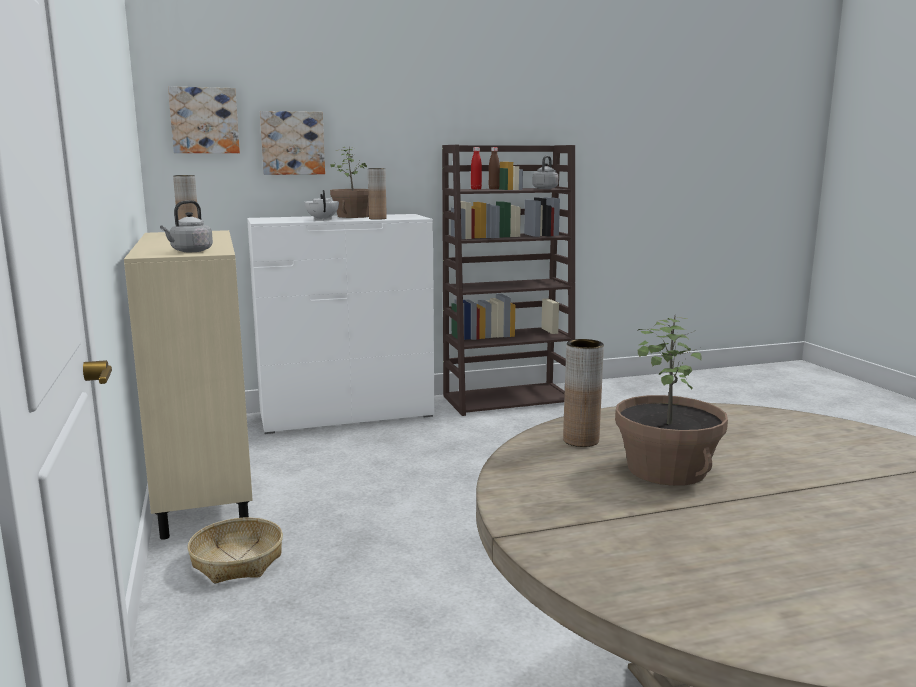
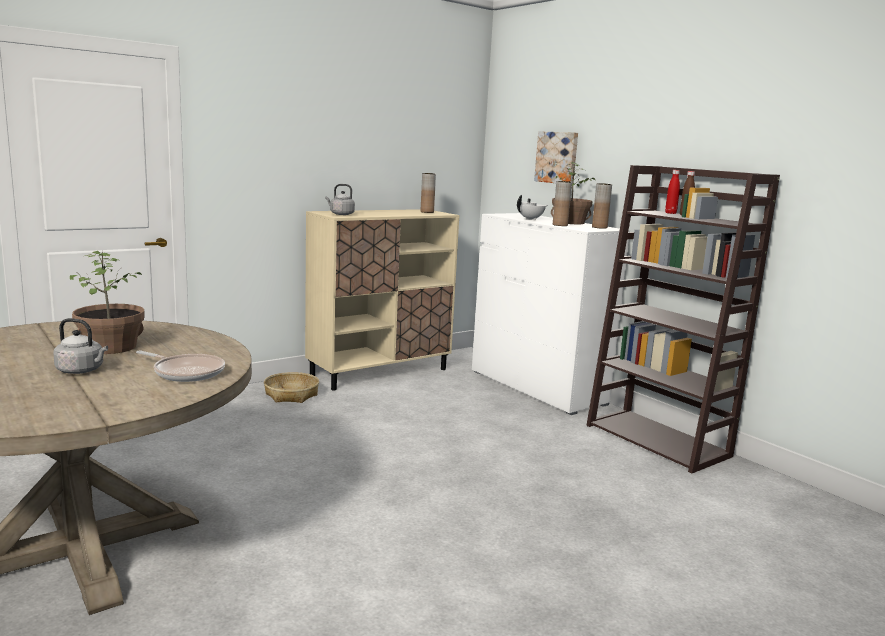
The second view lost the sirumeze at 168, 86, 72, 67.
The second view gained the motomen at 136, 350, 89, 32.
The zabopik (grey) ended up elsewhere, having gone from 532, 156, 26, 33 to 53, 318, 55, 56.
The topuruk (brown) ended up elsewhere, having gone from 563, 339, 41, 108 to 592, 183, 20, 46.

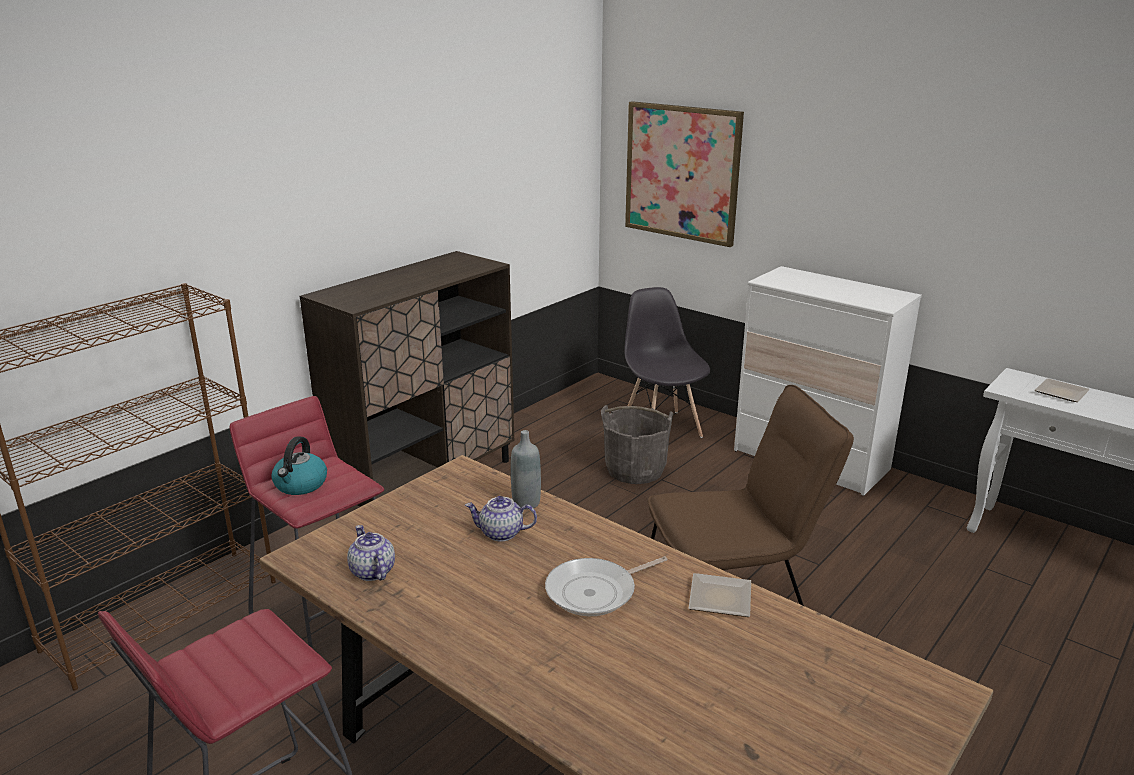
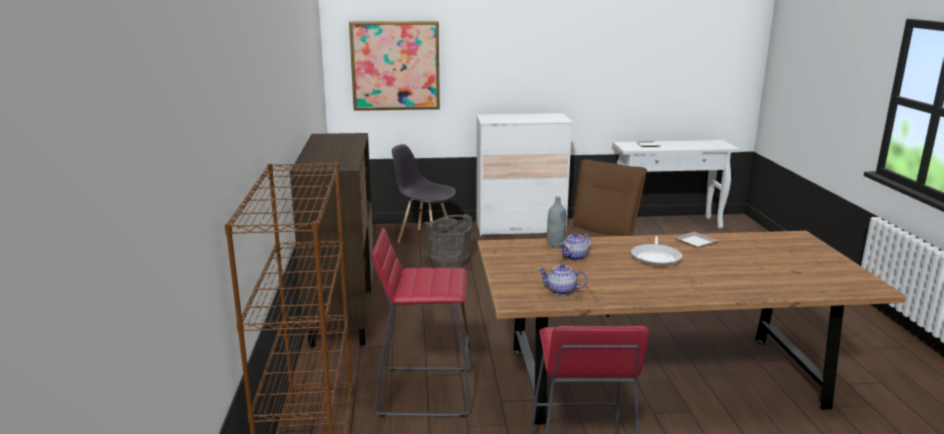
The second view lost the zabopik at 271, 436, 56, 59.

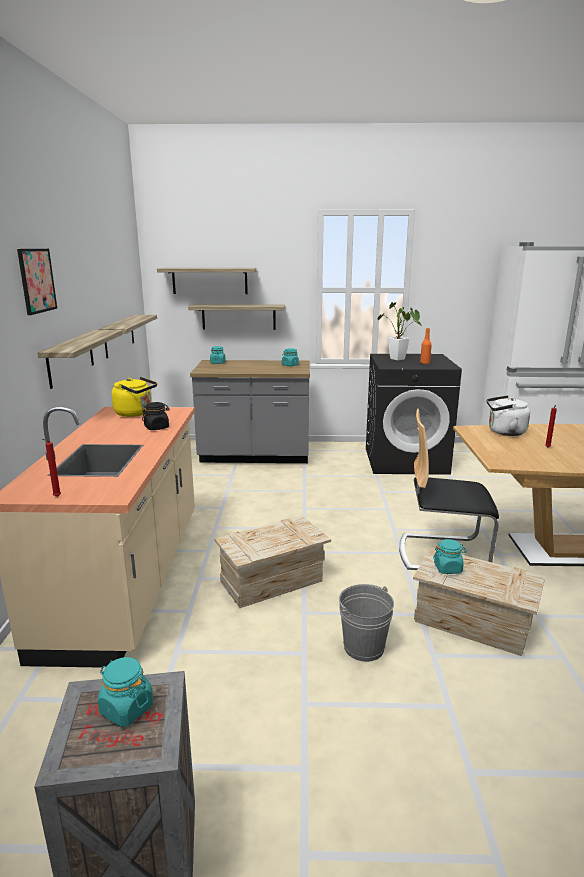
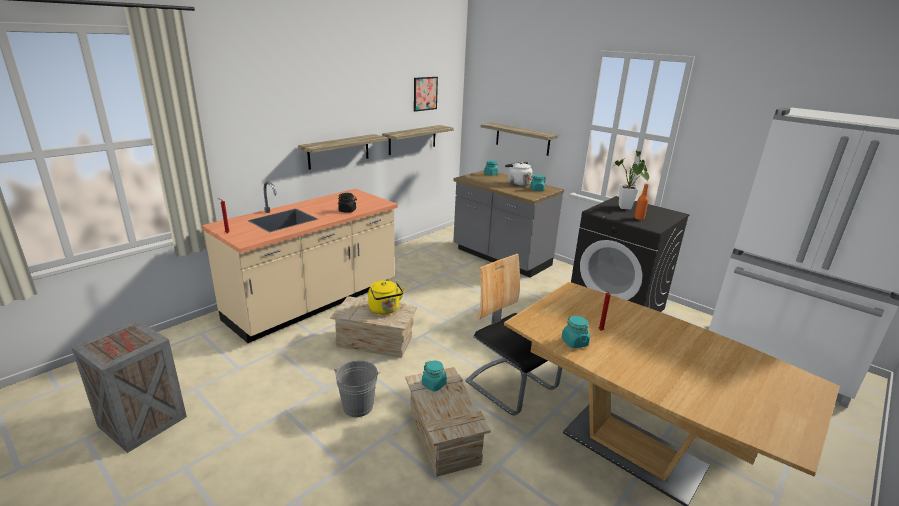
The second view lost the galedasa at 157, 268, 100, 26.
The sirumeze ended up elsewhere, having gone from 17, 249, 40, 66 to 414, 77, 24, 35.
The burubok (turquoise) ended up elsewhere, having gone from 98, 657, 55, 70 to 561, 316, 29, 32.
The zabopik (yellow) ended up elsewhere, having gone from 112, 377, 45, 40 to 368, 280, 37, 34.
The zabopik (white) ended up elsewhere, having gone from 487, 395, 43, 41 to 505, 162, 27, 24.

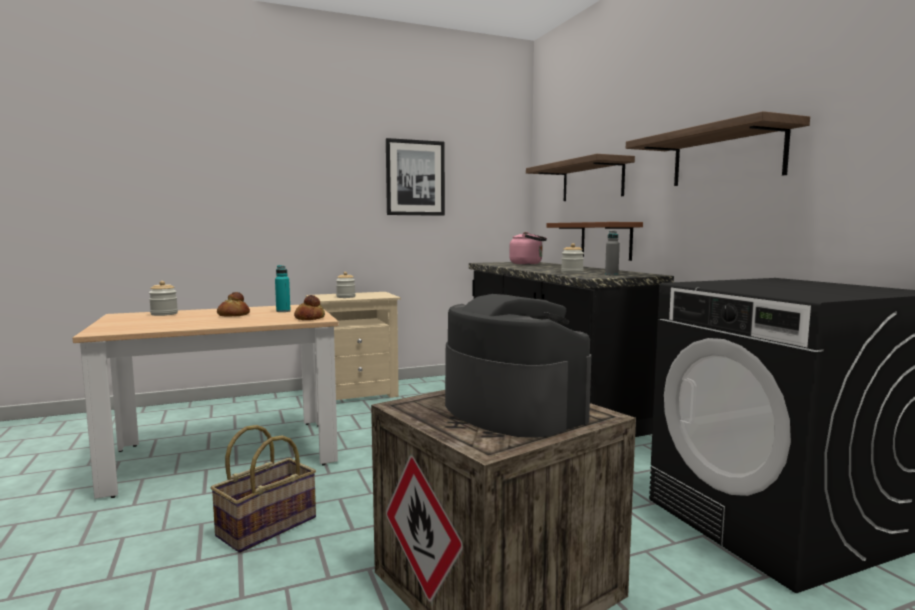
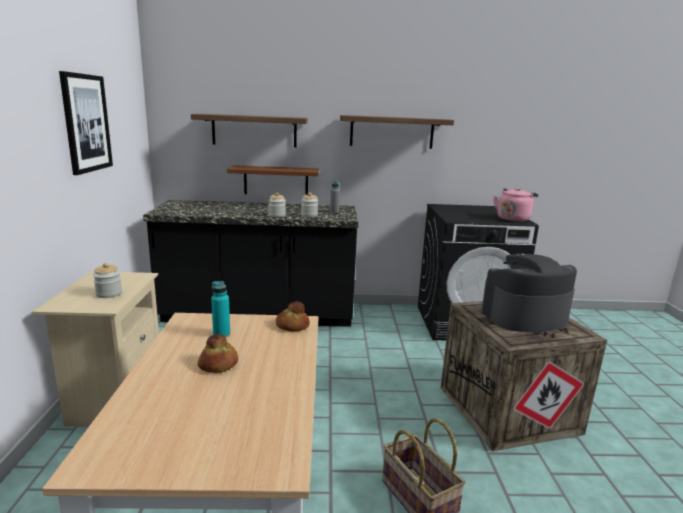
The burubok ended up elsewhere, having gone from 149, 281, 29, 35 to 268, 193, 18, 24.
The zabopik (pink) ended up elsewhere, having gone from 509, 232, 38, 32 to 493, 188, 45, 34.

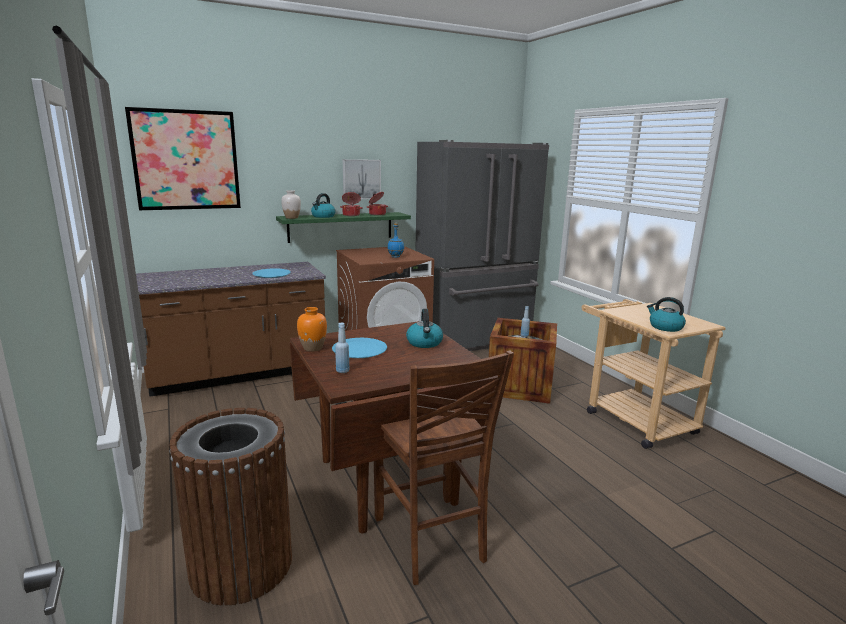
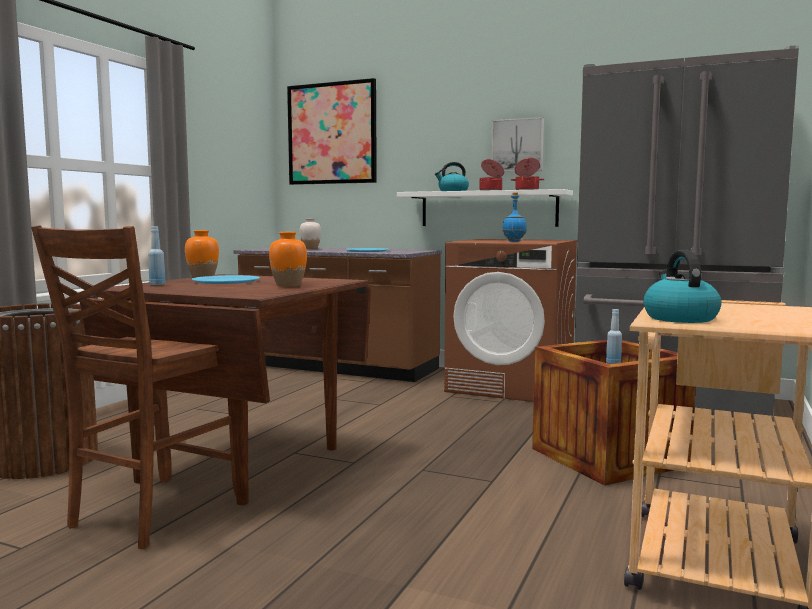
The topuruk (white) ended up elsewhere, having gone from 281, 190, 20, 29 to 300, 218, 21, 31.
Where the zabopik stood at 406, 309, 37, 39, the topuruk (orange) came to stand at 269, 232, 38, 55.
What was the galedasa (green) at 276, 212, 135, 31 turned into the galedasa (white) at 397, 189, 176, 38.

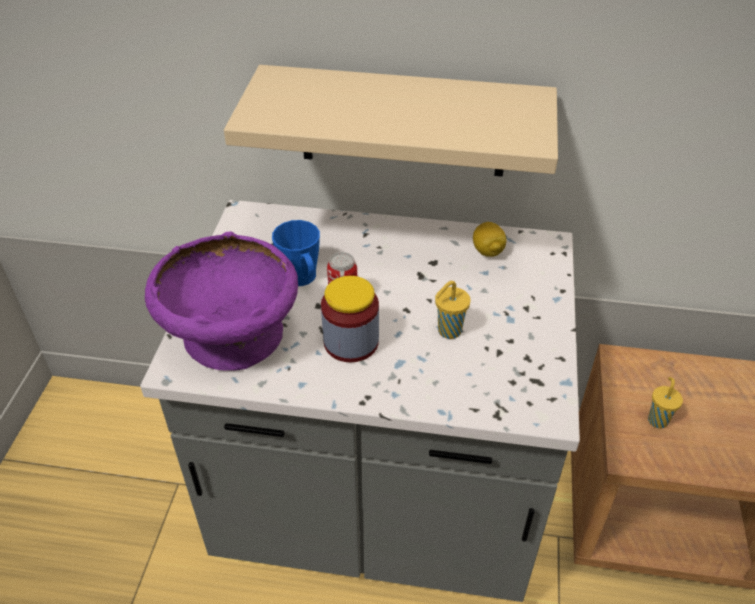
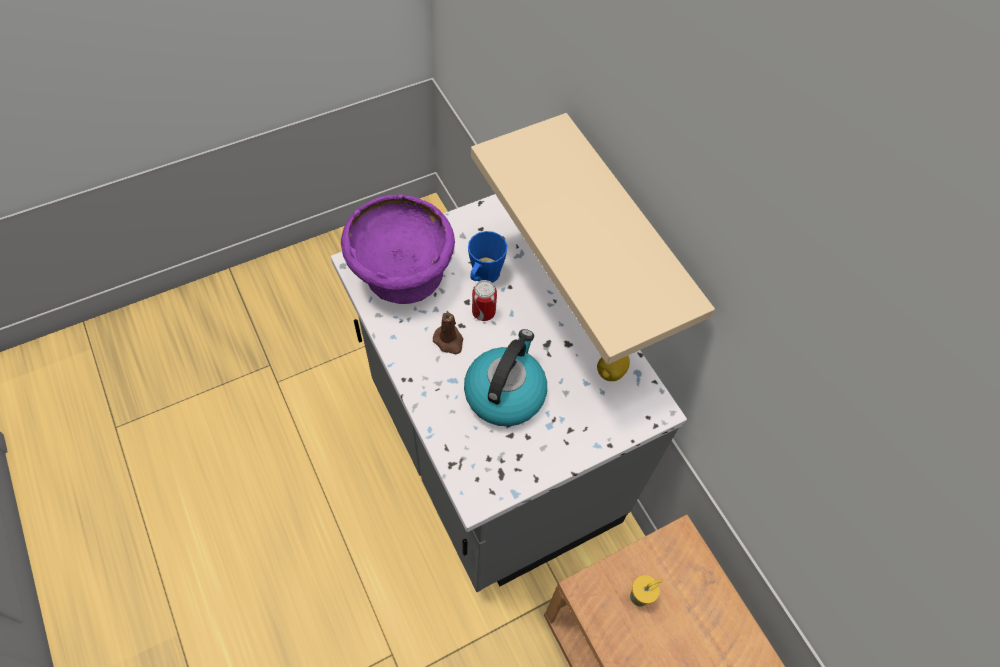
Where the burubok stood at 321, 276, 58, 86, the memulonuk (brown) came to stand at 433, 311, 31, 43.
Where the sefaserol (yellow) stood at 435, 281, 36, 58, the zabopik came to stand at 464, 329, 83, 97.

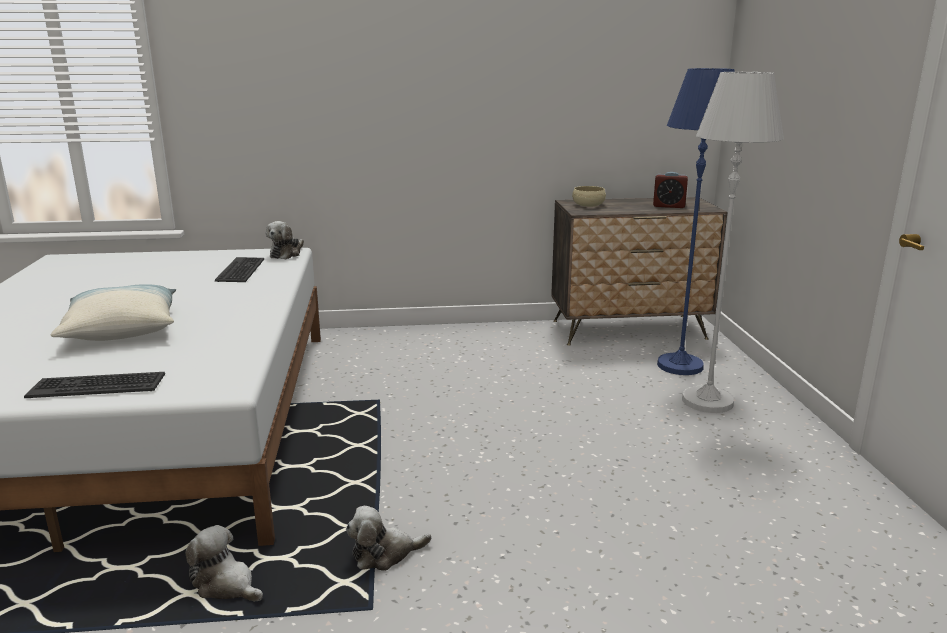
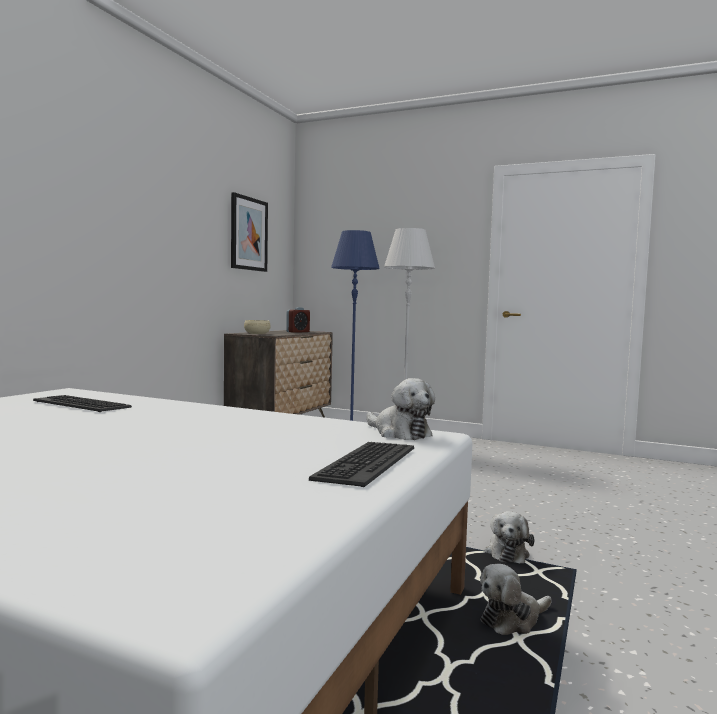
The second view lost the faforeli at 51, 284, 125, 57.
The second view gained the sirumeze at 231, 192, 37, 80.
The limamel ended up elsewhere, having gone from 266, 221, 38, 38 to 366, 378, 69, 62.

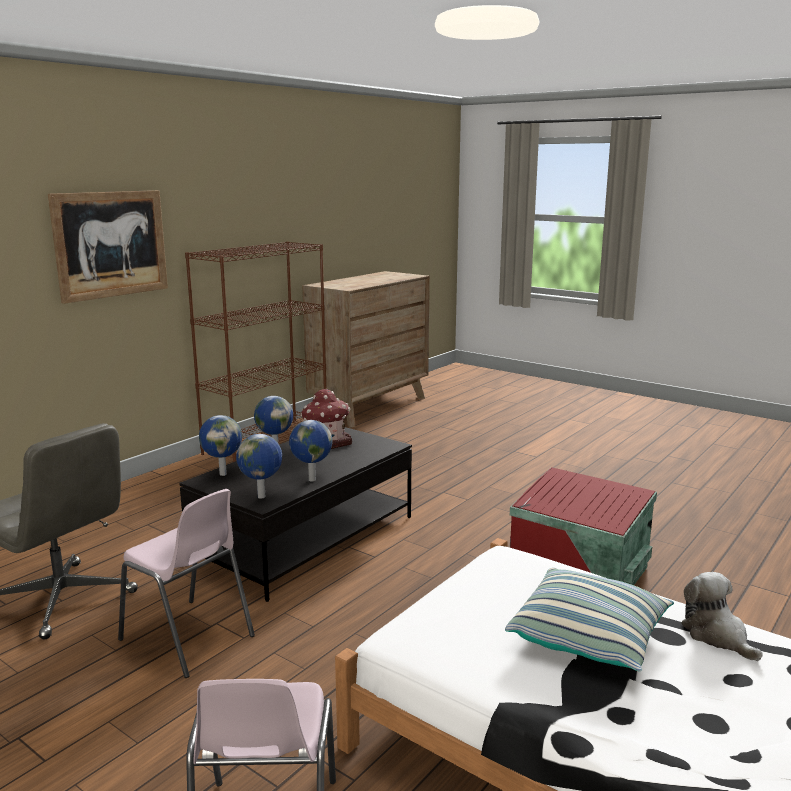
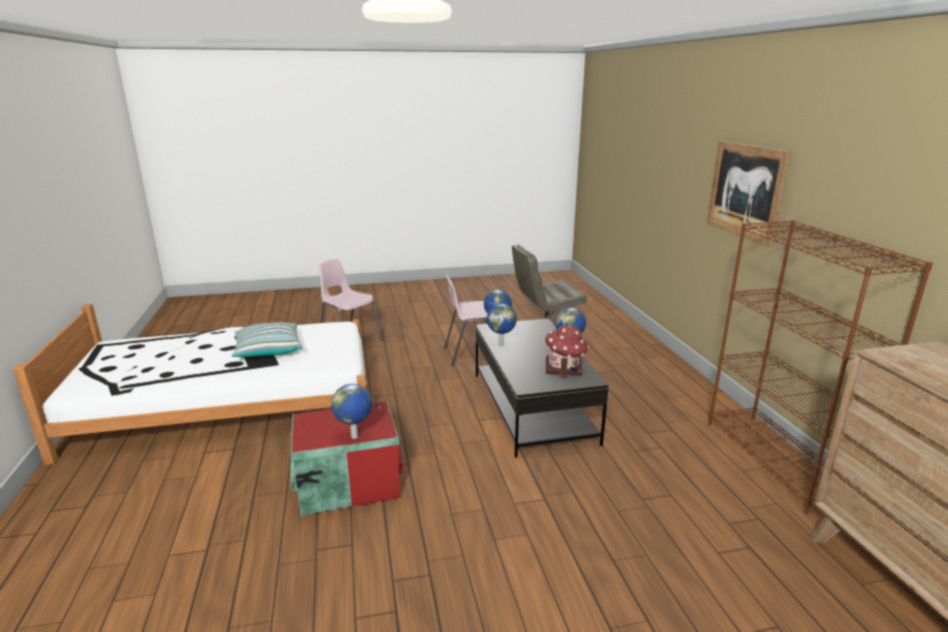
The second view lost the limamel at 681, 572, 82, 89.
The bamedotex ended up elsewhere, having gone from 199, 415, 43, 61 to 331, 384, 41, 55.

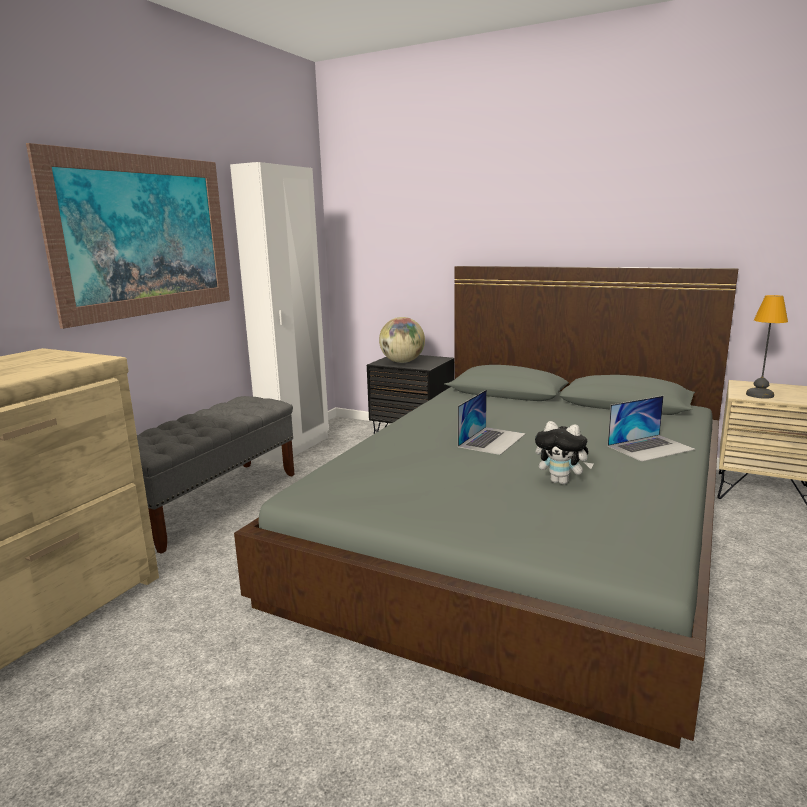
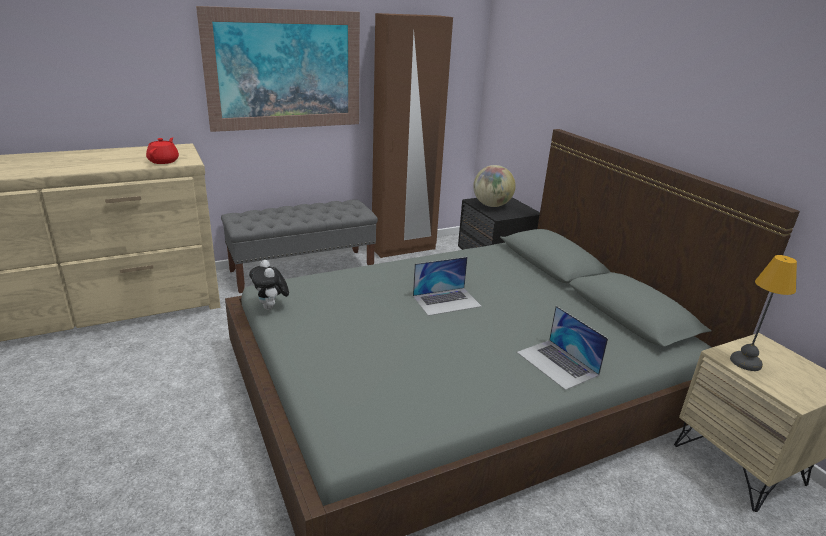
The second view gained the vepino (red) at 146, 137, 33, 27.
The limamel ended up elsewhere, having gone from 535, 421, 59, 63 to 249, 260, 40, 50.
What was the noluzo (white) at 230, 162, 99, 300 turned into the noluzo (brown) at 372, 13, 81, 245.
The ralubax at 608, 396, 88, 66 ended up facing another way, 45 degrees clockwise from before.

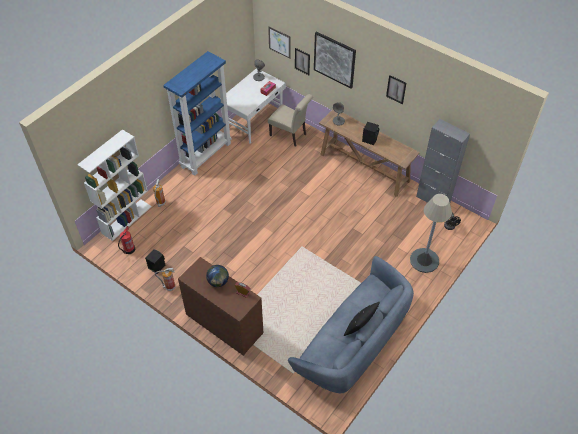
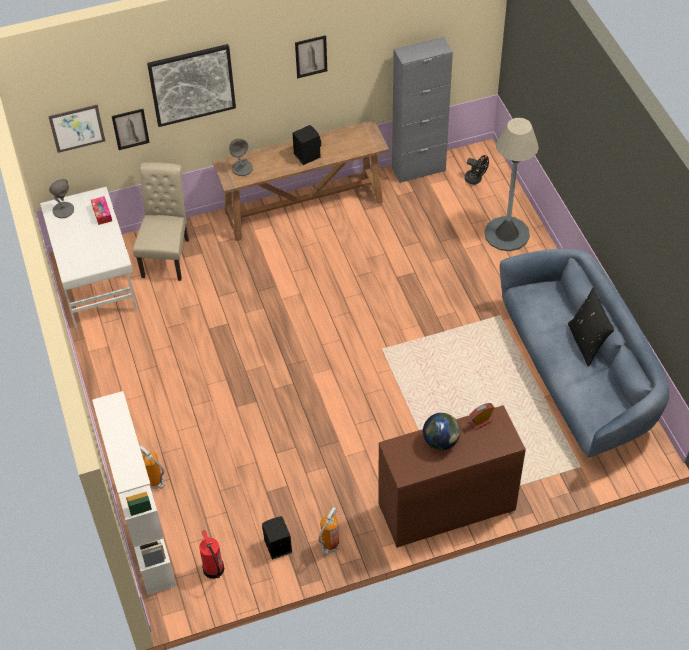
The second view lost the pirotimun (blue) at 163, 51, 69, 125.
The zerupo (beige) at 268, 94, 45, 53 ended up facing another way, 60 degrees counterclockwise from before.

